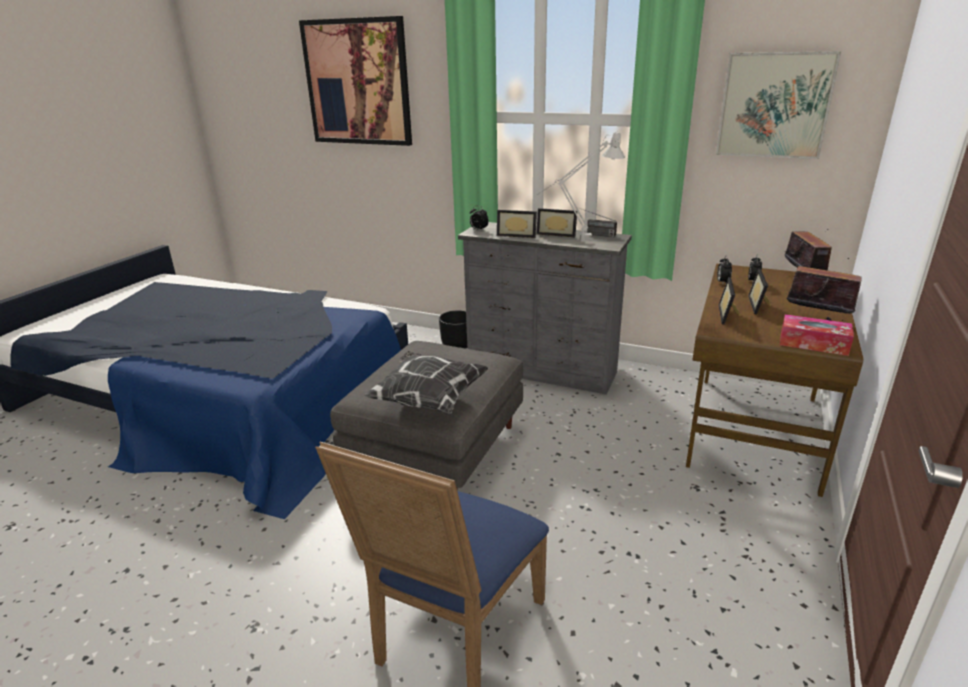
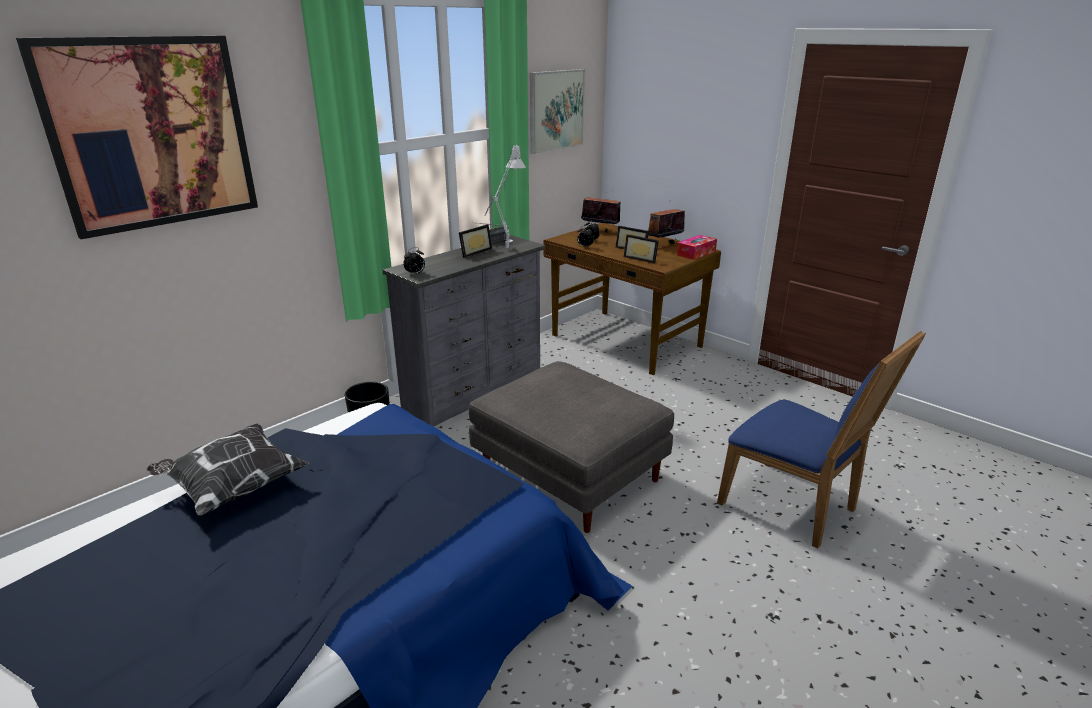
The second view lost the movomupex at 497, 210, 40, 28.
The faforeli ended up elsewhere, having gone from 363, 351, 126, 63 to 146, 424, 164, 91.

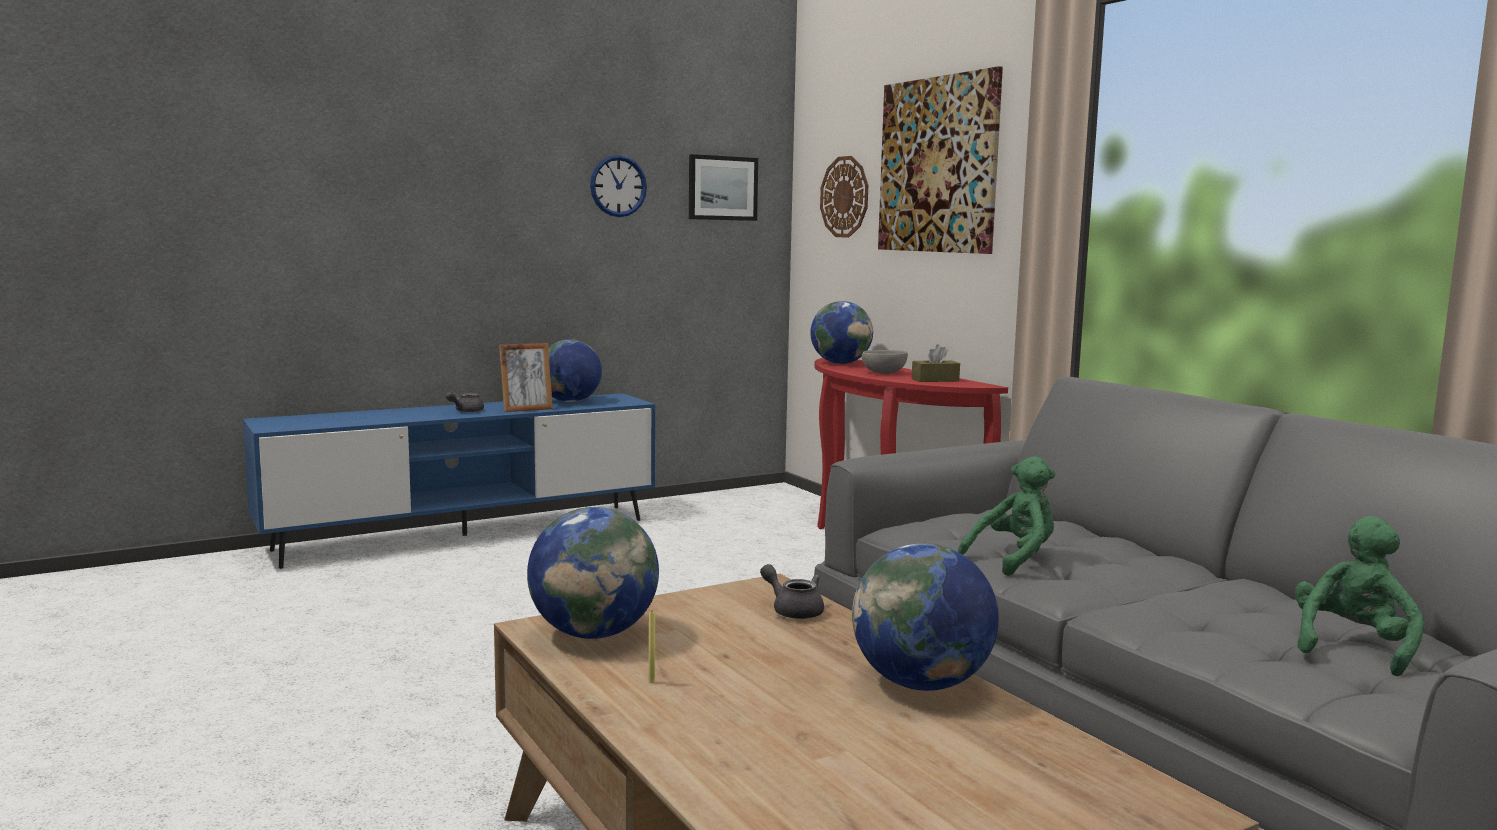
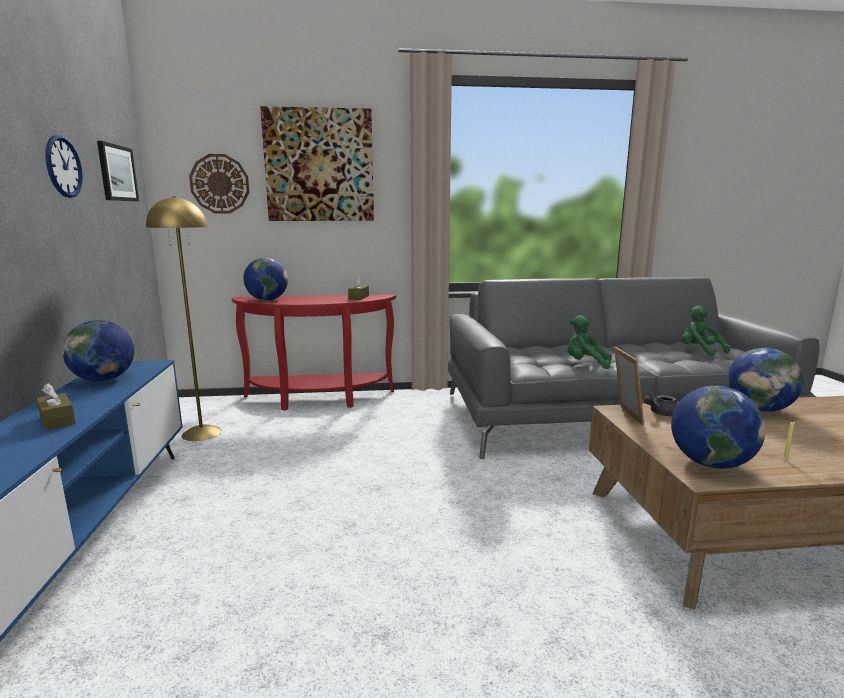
The second view lost the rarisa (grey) at 861, 350, 47, 24.
The second view gained the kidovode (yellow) at 146, 196, 76, 245.
The movomupex ended up elsewhere, having gone from 499, 343, 54, 69 to 614, 347, 30, 78.
Where the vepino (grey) stood at 446, 392, 38, 20, the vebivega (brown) came to stand at 36, 383, 39, 47.
The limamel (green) at 958, 456, 97, 120 ended up facing another way, 60 degrees counterclockwise from before.

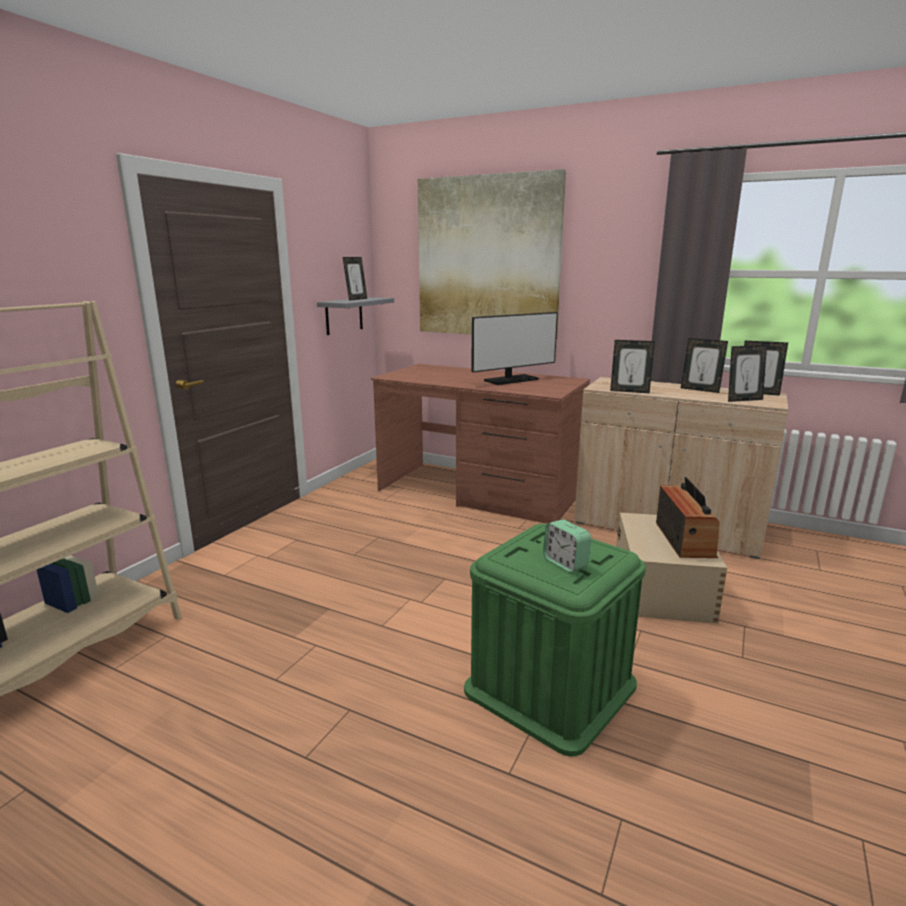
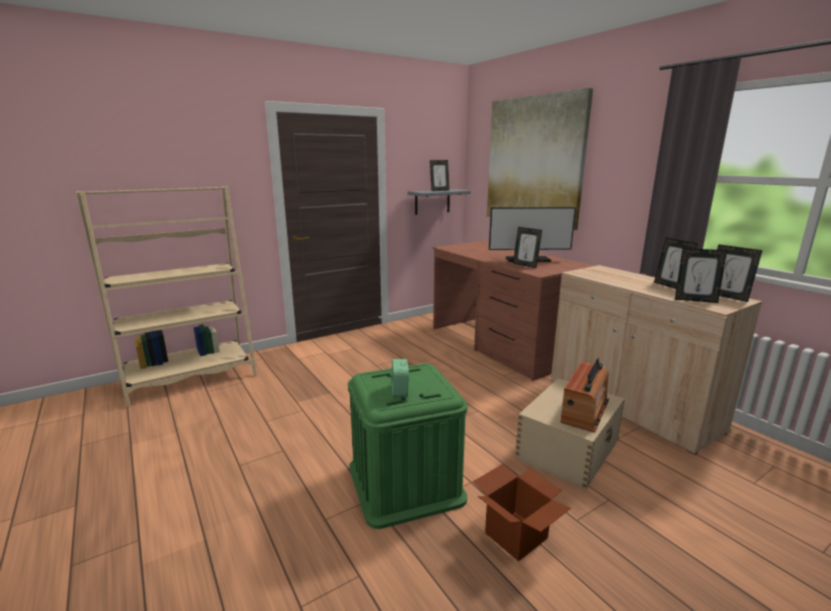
The second view gained the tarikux at 473, 464, 98, 98.
The movomupex ended up elsewhere, having gone from 610, 340, 45, 53 to 513, 227, 29, 41.

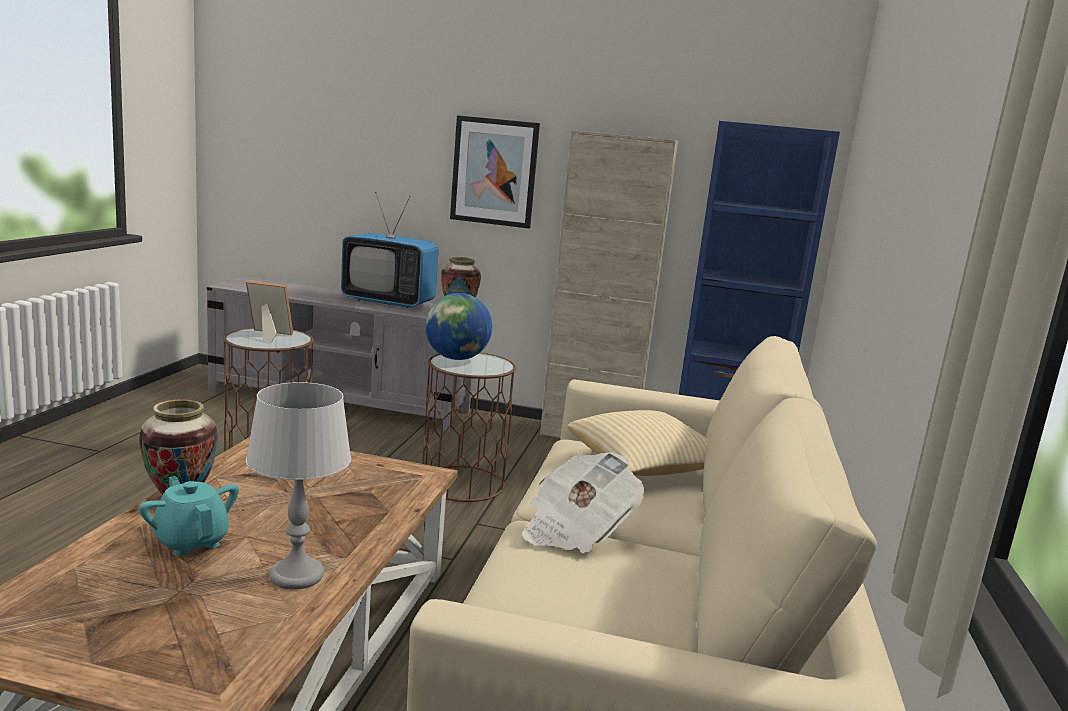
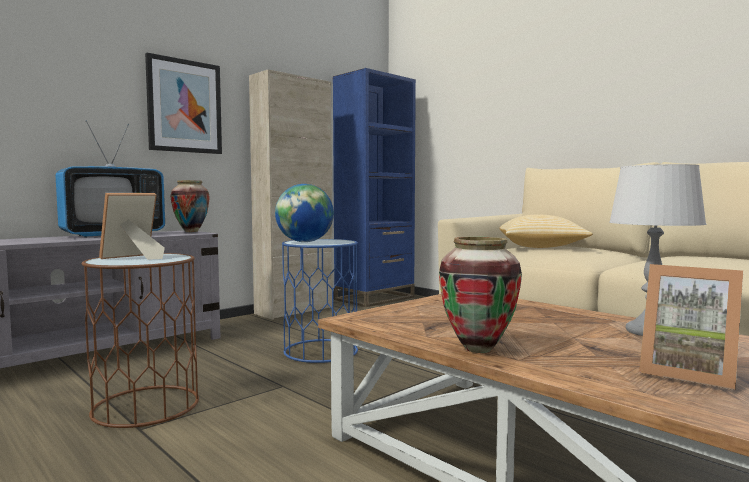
The second view lost the vepino (turquoise) at 139, 476, 100, 80.
The second view lost the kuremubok at 522, 452, 122, 101.
The second view gained the movomupex at 639, 264, 104, 126.
What was the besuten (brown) at 422, 353, 94, 149 turned into the besuten (blue) at 282, 239, 76, 124.

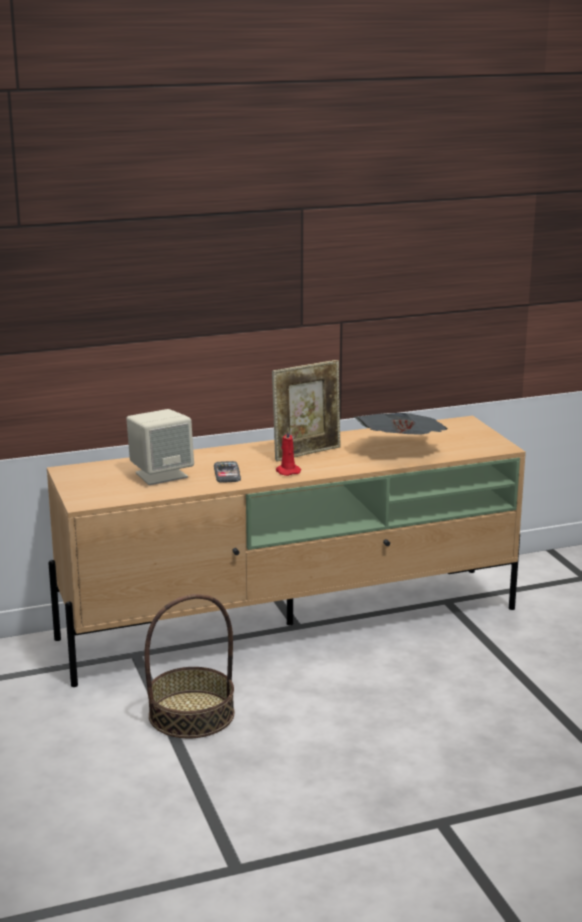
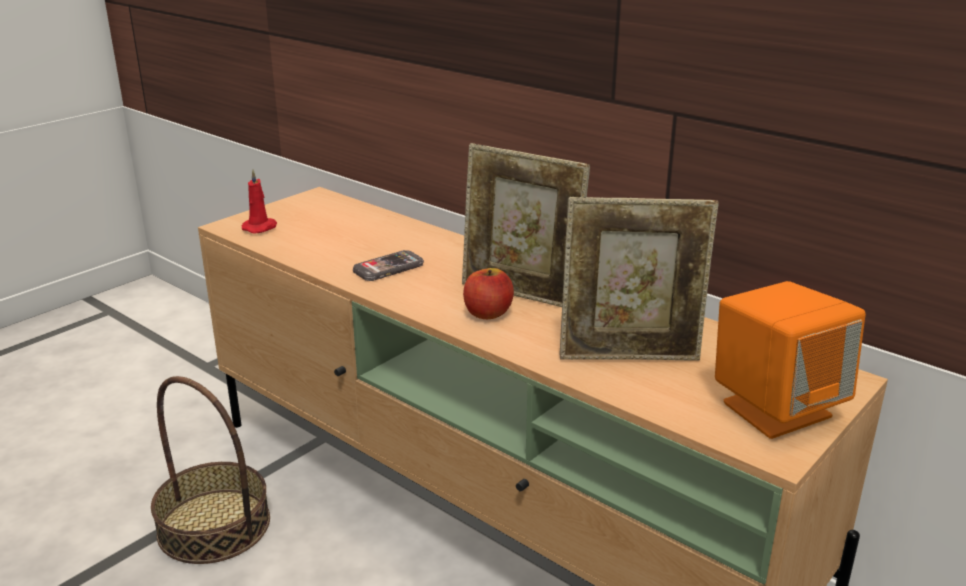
The second view lost the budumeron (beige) at 126, 409, 68, 76.
The second view gained the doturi at 463, 268, 51, 51.
The second view gained the budumeron (orange) at 715, 281, 151, 158.
The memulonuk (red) ended up elsewhere, having gone from 276, 428, 25, 48 to 242, 170, 35, 64.
Where the kuremubok stood at 353, 413, 95, 22, the movomupex came to stand at 560, 197, 159, 164.

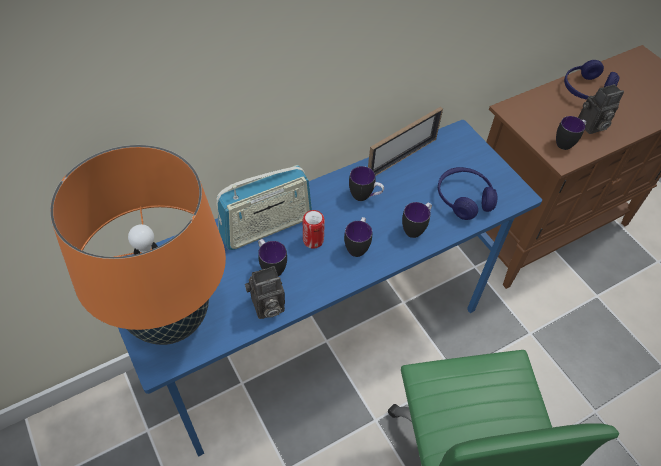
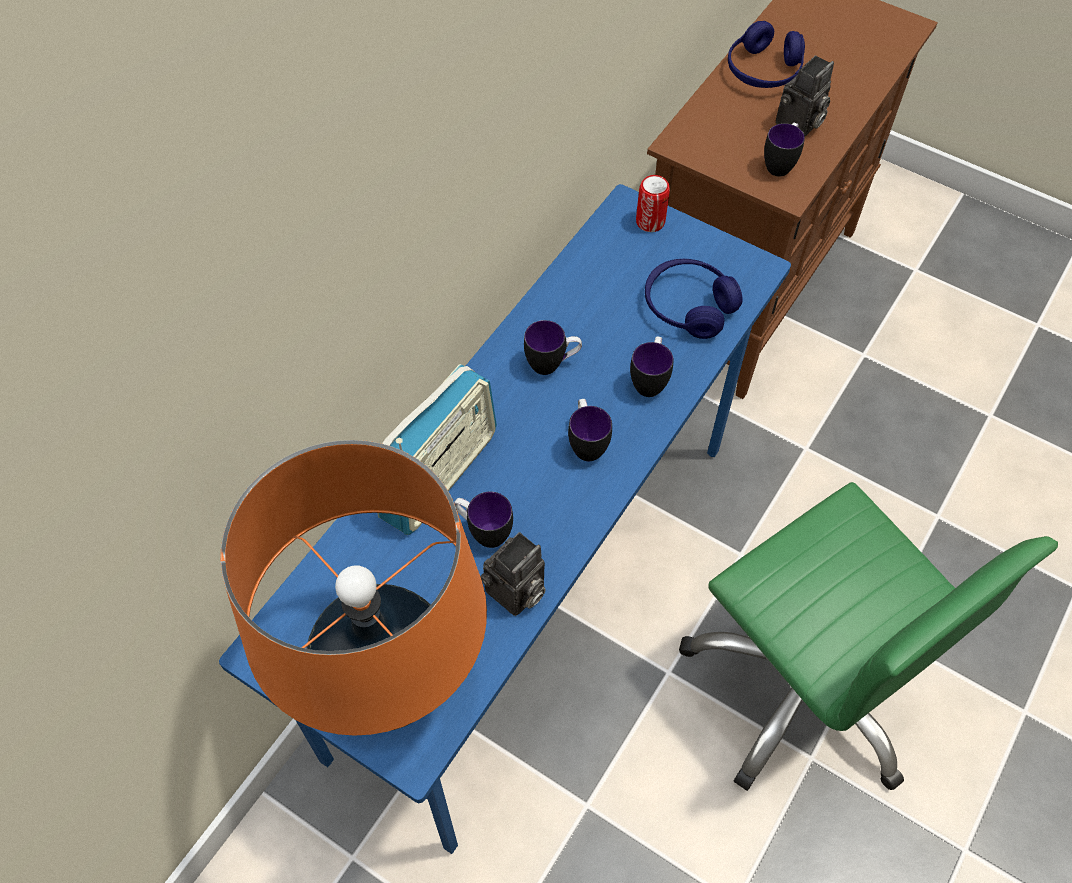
The second view lost the movomupex at 368, 107, 75, 69.
The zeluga ended up elsewhere, having gone from 303, 210, 22, 38 to 636, 175, 34, 57.

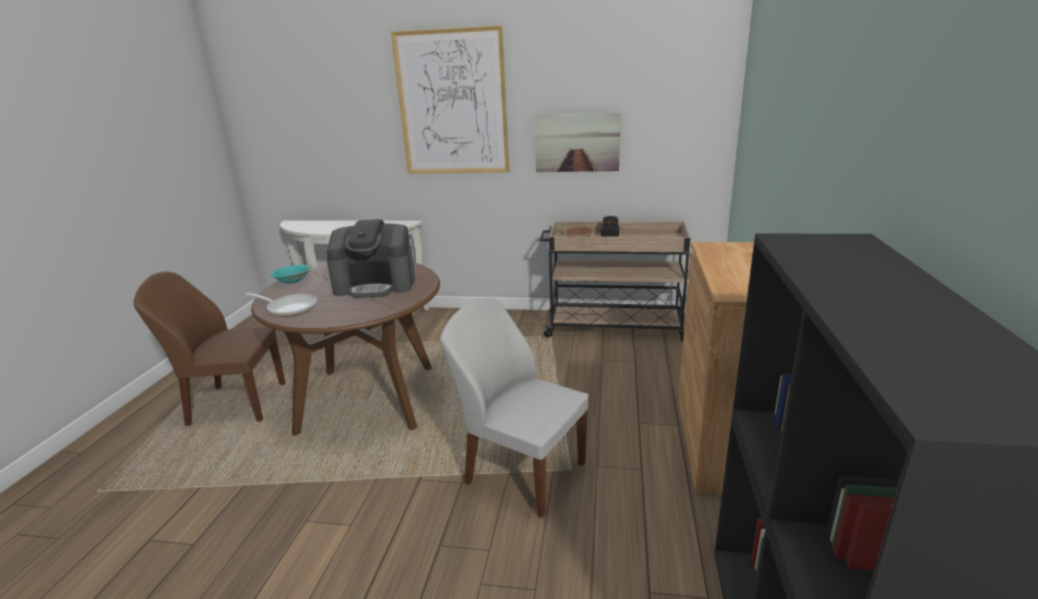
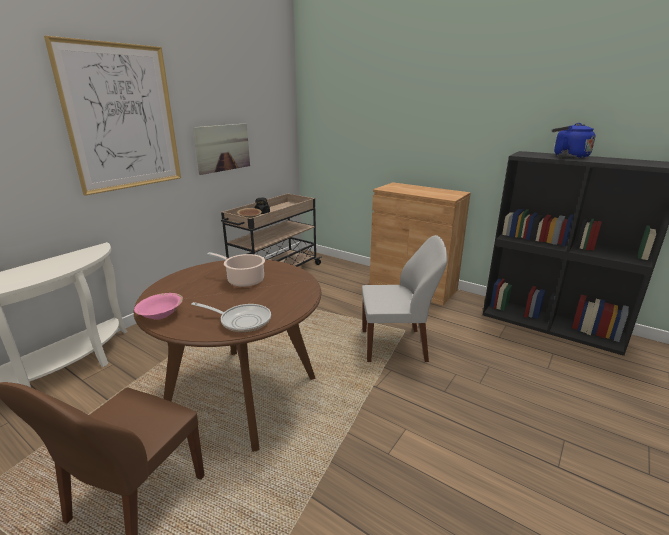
The second view gained the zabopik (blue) at 552, 123, 43, 35.
Where the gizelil stood at 326, 219, 89, 79, the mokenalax came to stand at 207, 252, 58, 35.
What was the rarisa (turquoise) at 270, 265, 41, 19 turned into the rarisa (pink) at 134, 293, 49, 27.
The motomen at 245, 293, 72, 24 ended up facing another way, 60 degrees clockwise from before.
The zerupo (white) at 440, 298, 149, 220 ended up facing another way, 150 degrees counterclockwise from before.

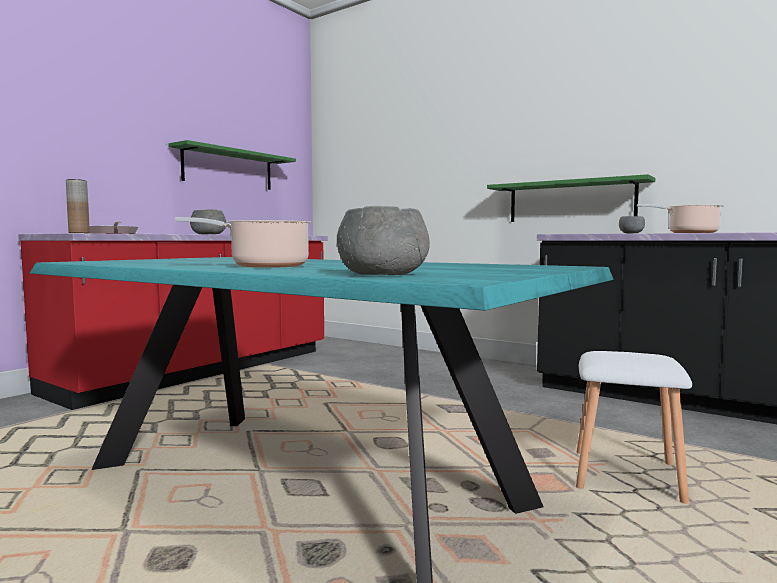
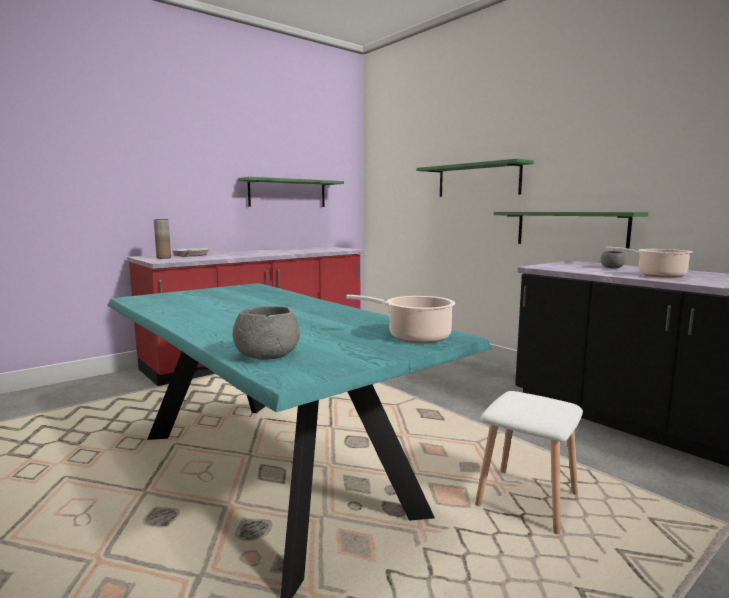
The second view lost the rarisa (grey) at 190, 209, 36, 25.
The second view gained the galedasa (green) at 416, 159, 118, 38.
The mokenalax ended up elsewhere, having gone from 175, 217, 137, 51 to 346, 295, 110, 48.

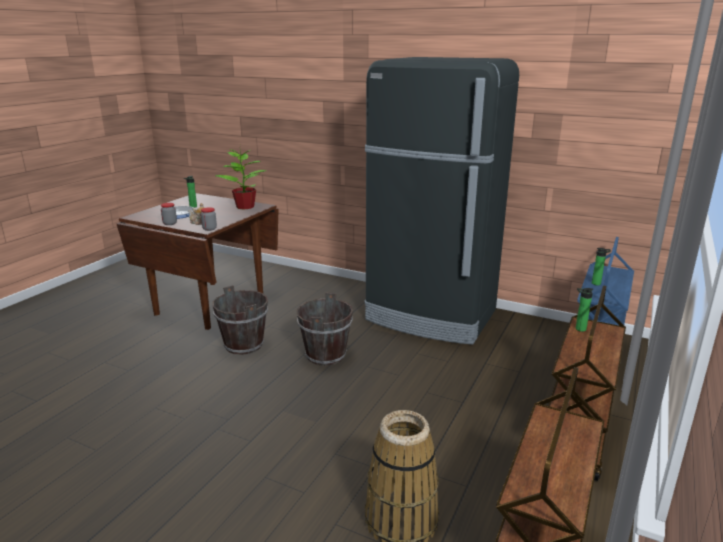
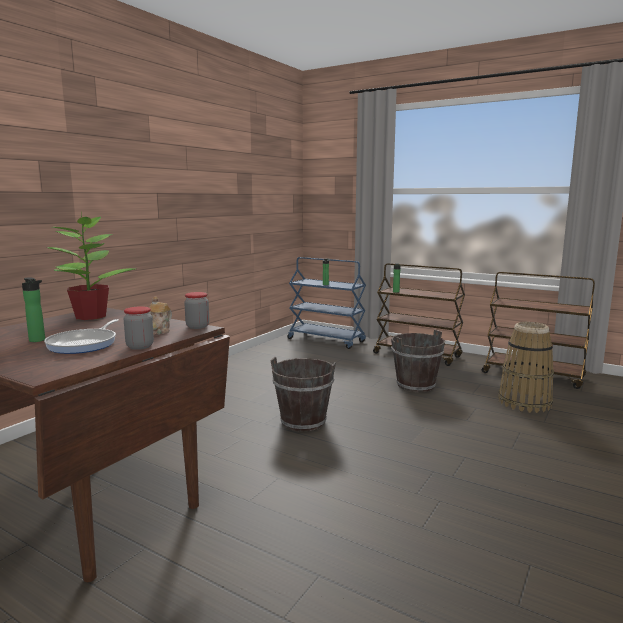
The second view lost the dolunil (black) at 365, 57, 154, 288.
The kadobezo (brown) ended up elsewhere, having gone from 212, 285, 56, 70 to 391, 330, 54, 62.

